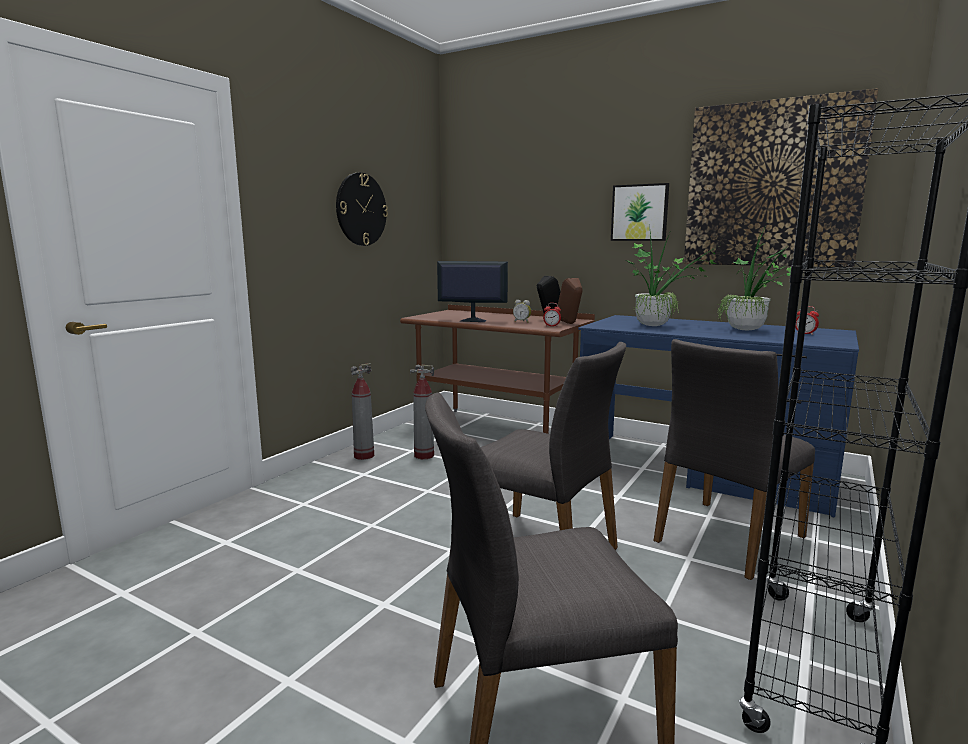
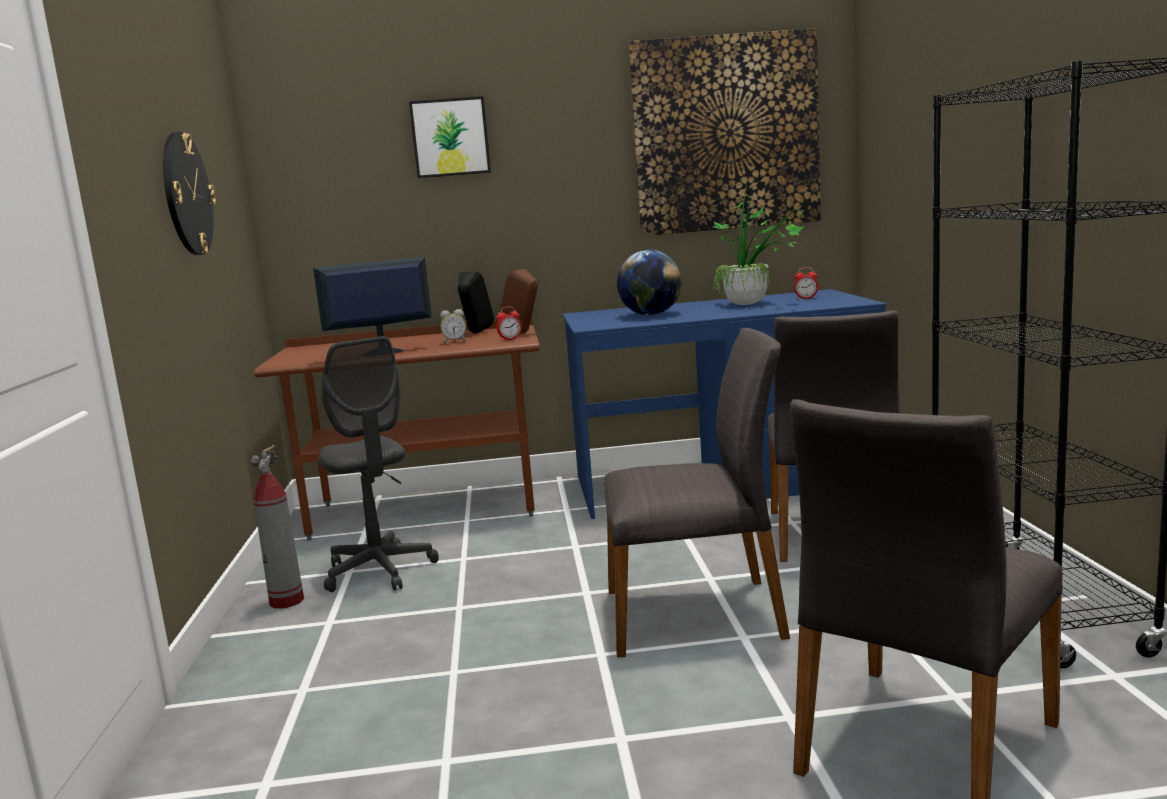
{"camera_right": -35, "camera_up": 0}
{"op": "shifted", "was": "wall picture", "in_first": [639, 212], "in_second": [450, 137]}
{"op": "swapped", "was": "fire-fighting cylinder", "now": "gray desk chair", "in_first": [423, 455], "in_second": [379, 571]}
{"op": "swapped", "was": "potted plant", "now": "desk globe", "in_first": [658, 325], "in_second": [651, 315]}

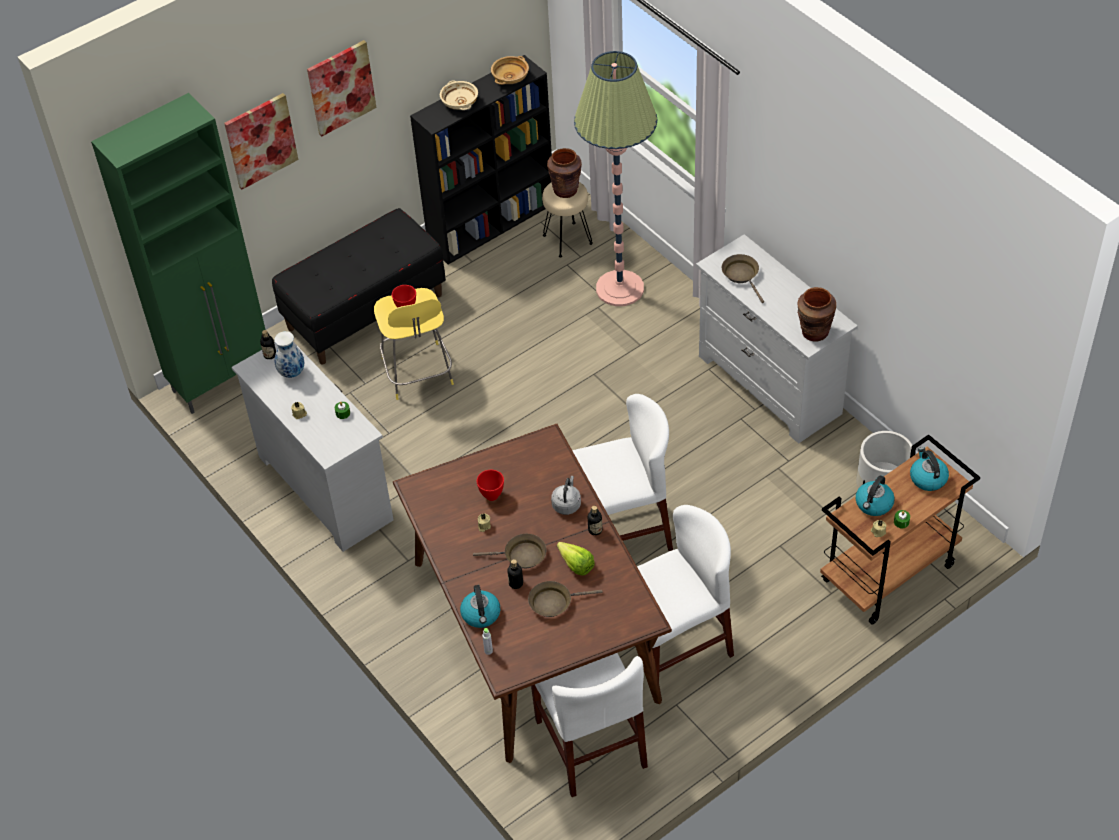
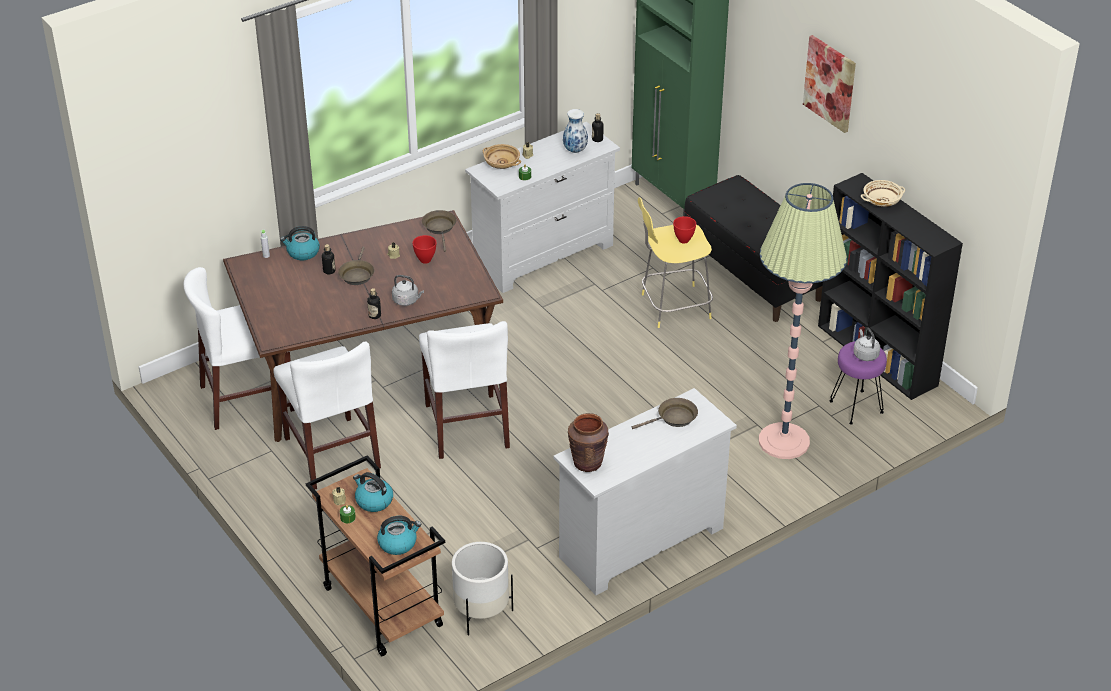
{"camera_right": 90, "camera_up": -10}
{"op": "gone", "was": "wall picture", "in_first": [261, 140]}
{"op": "gone", "was": "lettuce head", "in_first": [574, 563]}
{"op": "shifted", "was": "beige-coloured serving bowl", "in_first": [510, 78], "in_second": [501, 164]}
{"op": "shifted", "was": "brown-coloured pan", "in_first": [554, 602], "in_second": [440, 228]}
{"op": "swapped", "was": "brown-coloured decorative vase", "now": "gray tea kettle", "in_first": [565, 190], "in_second": [865, 354]}
{"op": "repainted", "was": "beige-coloured stool", "now": "purple stool", "in_first": [567, 240], "in_second": [855, 407]}

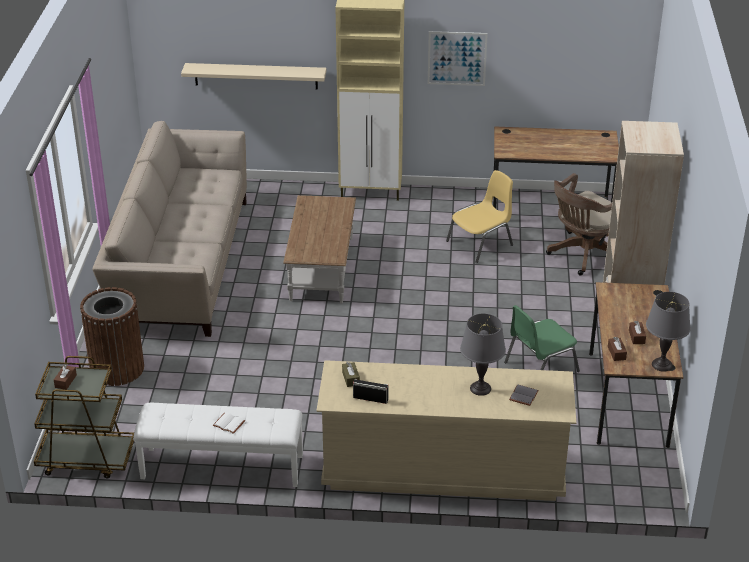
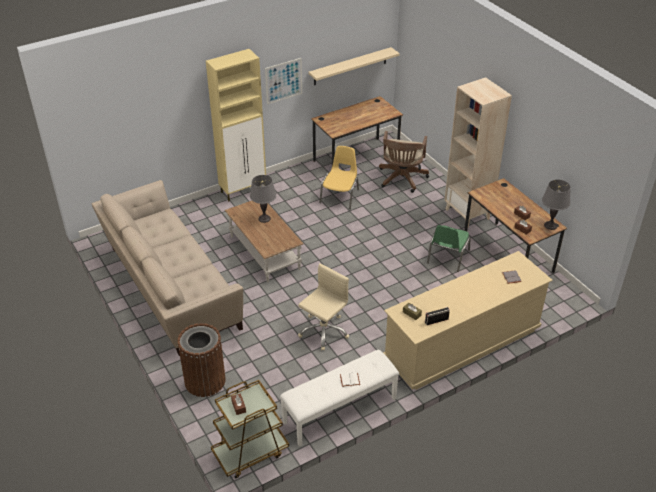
{"camera_right": -35, "camera_up": 5}
{"op": "new", "now": "beige-coloured desk chair", "in_second": [323, 331]}
{"op": "shifted", "was": "beige-coloured wall shelf", "in_first": [256, 76], "in_second": [350, 66]}
{"op": "shifted", "was": "gray tabletop lamp", "in_first": [480, 388], "in_second": [264, 218]}

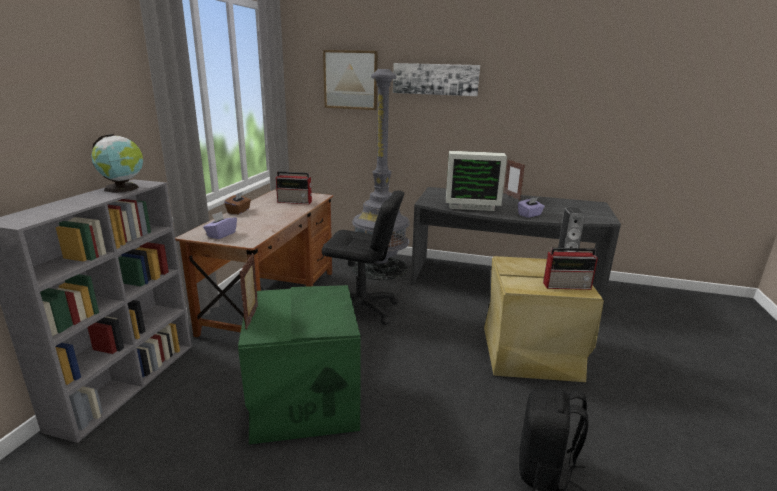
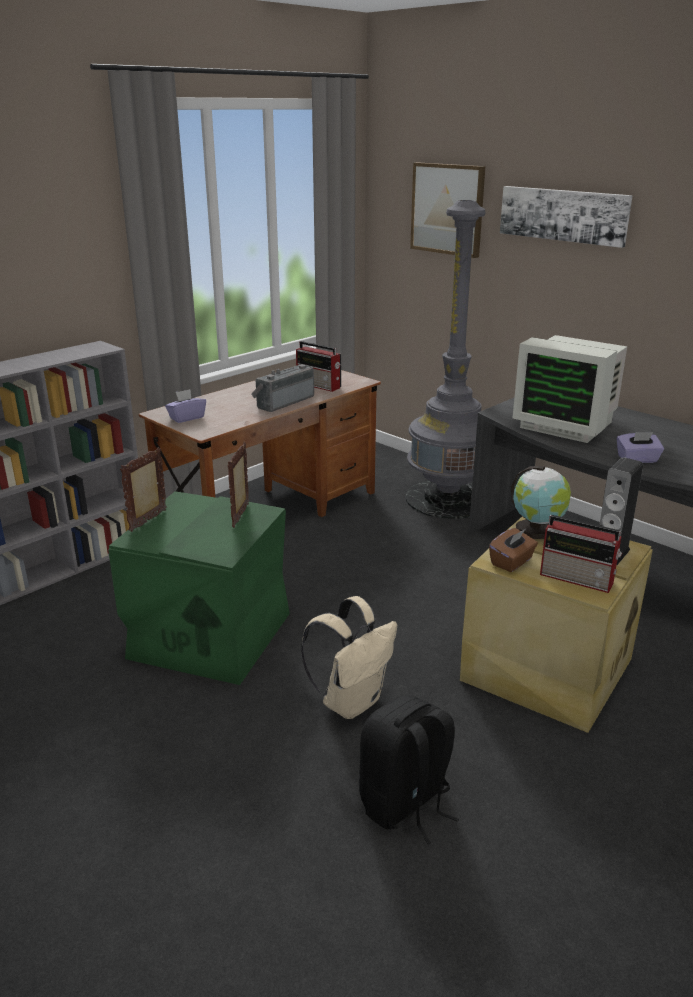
{"camera_right": 30, "camera_up": 5}
{"op": "gone", "was": "black-coloured desk chair", "in_first": [361, 309]}
{"op": "new", "now": "radio set", "in_second": [283, 402]}
{"op": "new", "now": "beige-coloured rucksack", "in_second": [352, 701]}
{"op": "shifted", "was": "desk globe", "in_first": [123, 188], "in_second": [537, 530]}
{"op": "shifted", "was": "brown-coloured box of tissues", "in_first": [239, 211], "in_second": [512, 562]}
{"op": "shifted", "was": "picture frame", "in_first": [511, 196], "in_second": [241, 515]}

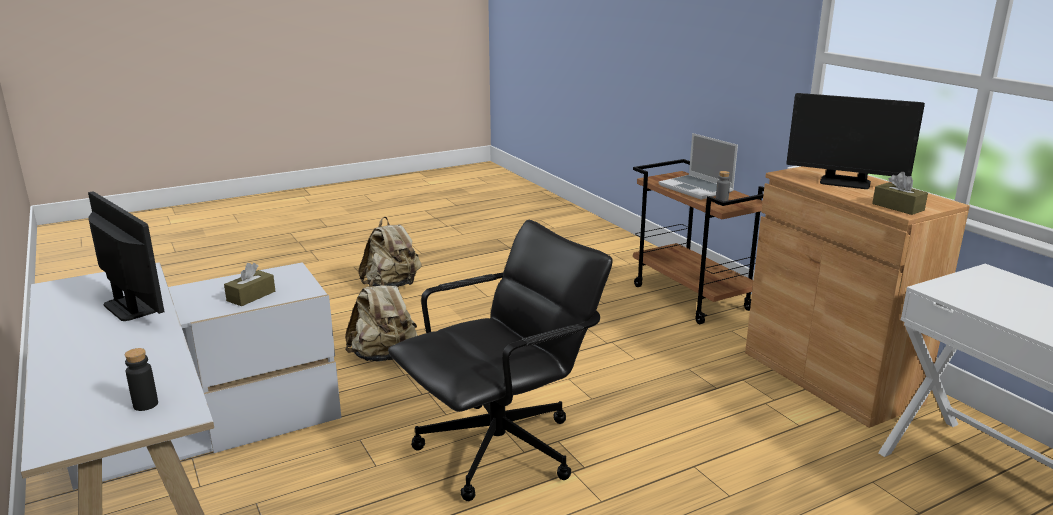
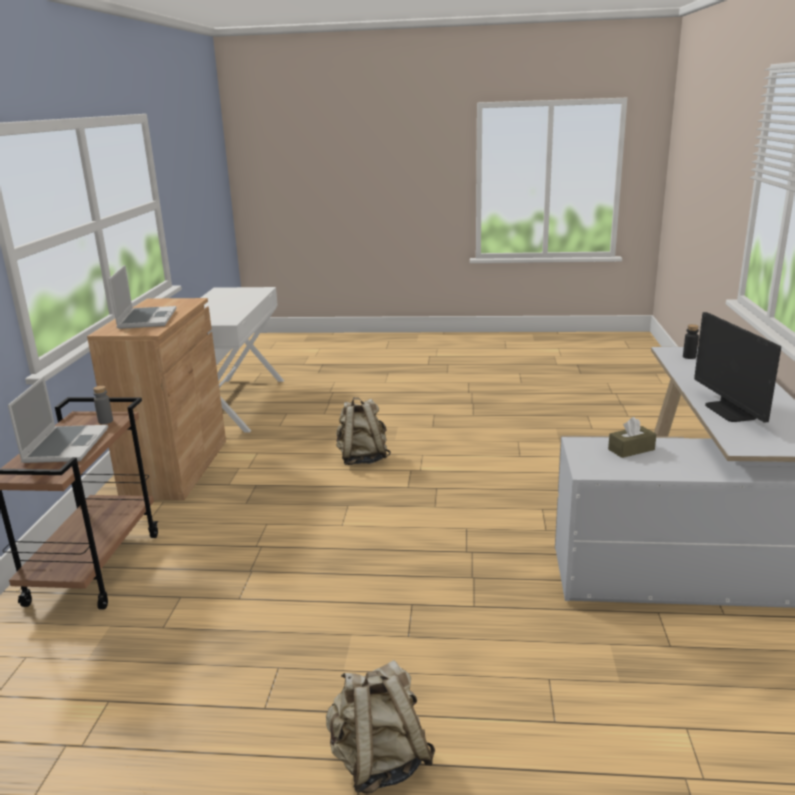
{"camera_right": -145, "camera_up": 0}
{"op": "gone", "was": "black-coloured desk chair", "in_first": [501, 449]}
{"op": "gone", "was": "brown-coloured box of tissues", "in_first": [898, 207]}
{"op": "shifted", "was": "beige-coloured rucksack", "in_first": [384, 356], "in_second": [362, 459]}
{"op": "swapped", "was": "computer display", "now": "laptop", "in_first": [845, 182], "in_second": [146, 319]}

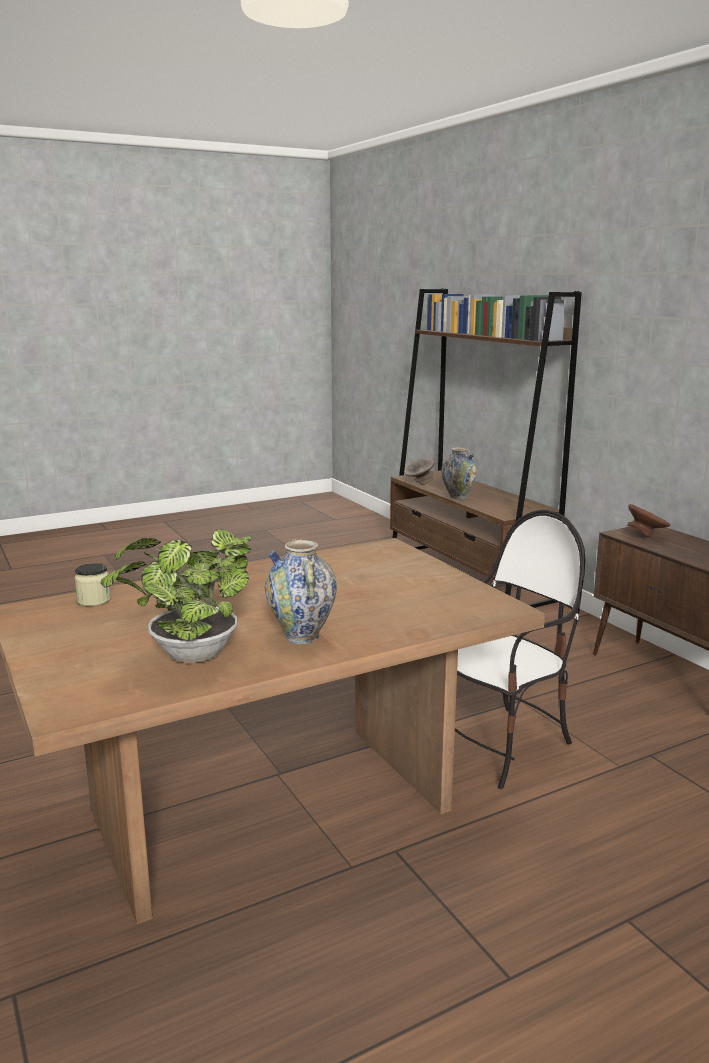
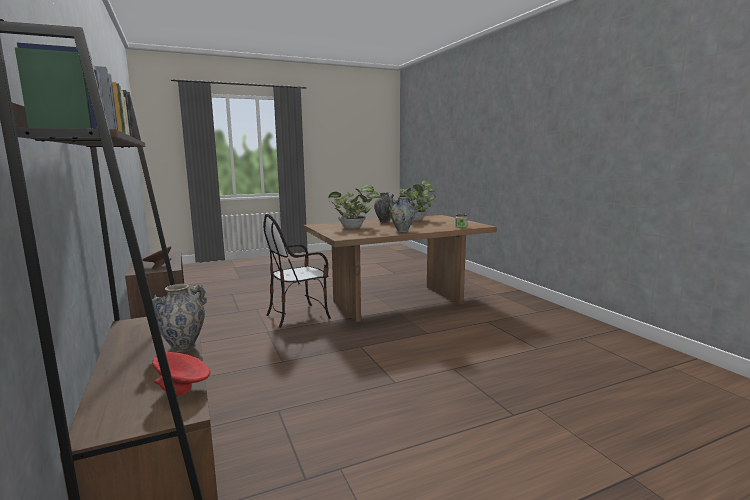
{"camera_right": -175, "camera_up": -5}
{"op": "new", "now": "potted plant", "in_second": [354, 228]}
{"op": "new", "now": "decorative vase", "in_second": [402, 231]}
{"op": "repainted", "was": "gray serving bowl", "now": "reddish serving bowl", "in_first": [419, 482], "in_second": [184, 391]}

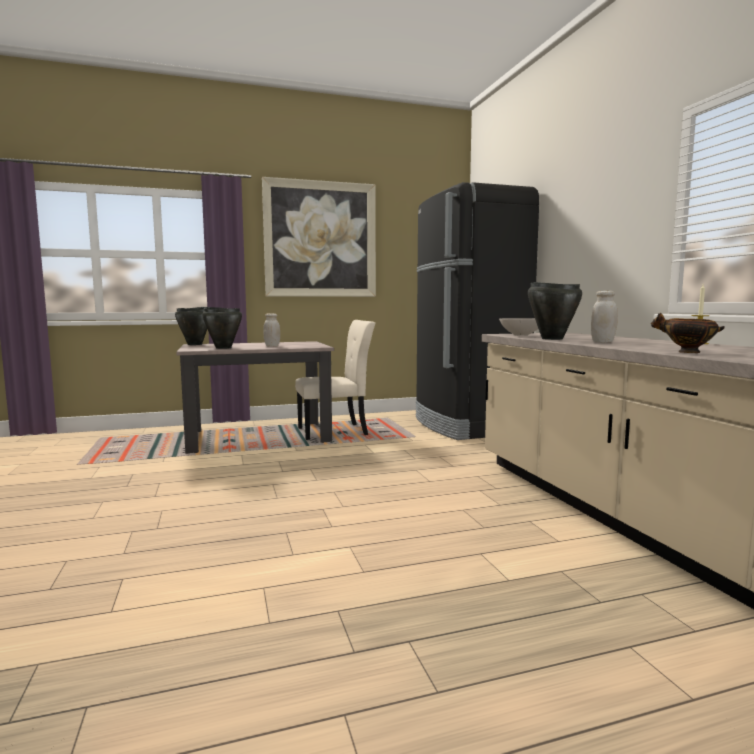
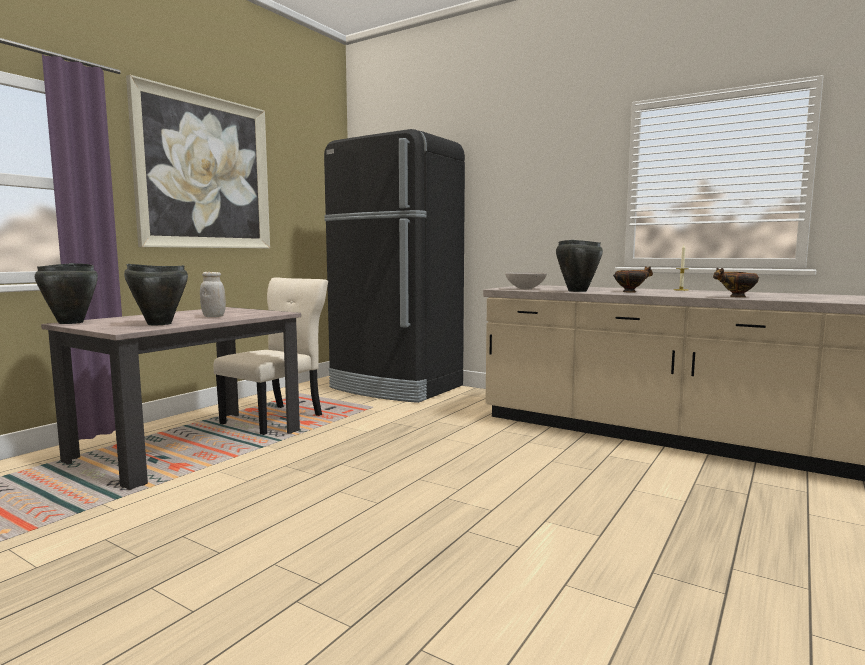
{"camera_right": -40, "camera_up": 0}
{"op": "swapped", "was": "white-coloured jar", "now": "serving bowl", "in_first": [603, 342], "in_second": [630, 292]}

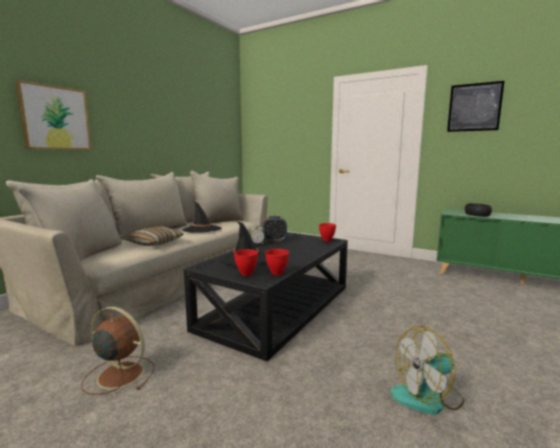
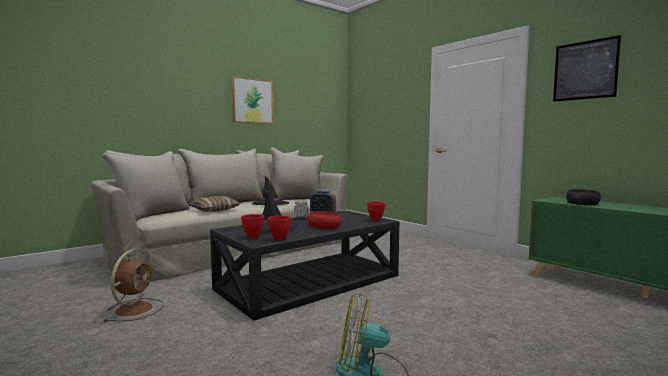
{"camera_right": 20, "camera_up": -5}
{"op": "new", "now": "reddish serving bowl", "in_second": [323, 225]}
{"op": "shifted", "was": "wall picture", "in_first": [56, 118], "in_second": [252, 101]}
{"op": "rotated", "was": "brown-coloured cooling fan", "in_first": [119, 374], "in_second": [135, 309], "clockwise": 60}

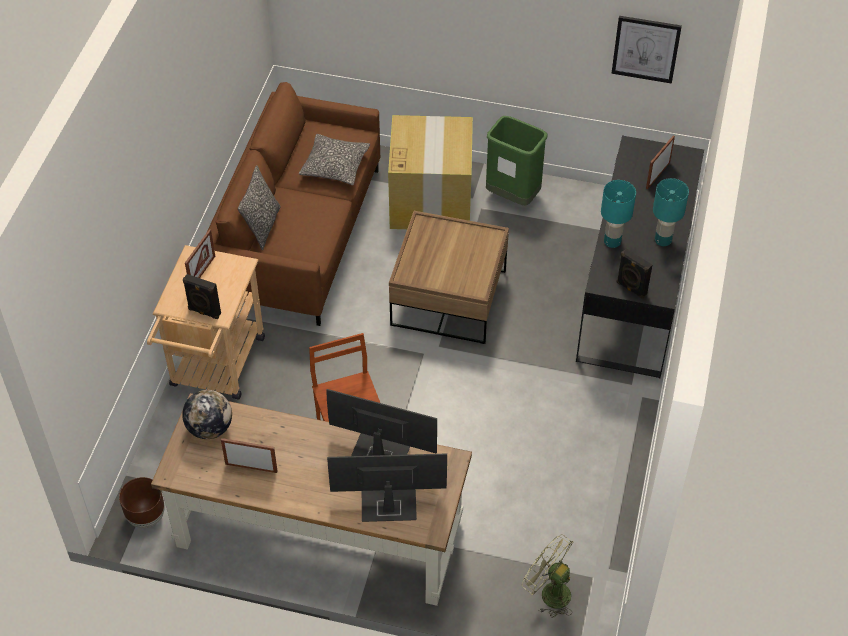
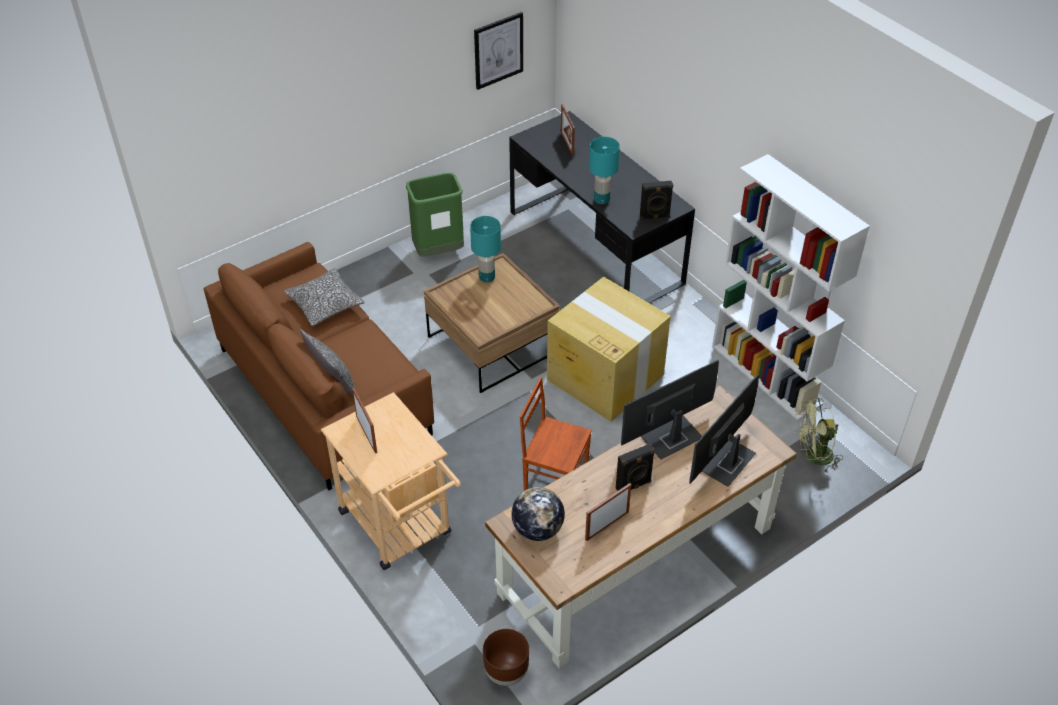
{"camera_right": -50, "camera_up": -5}
{"op": "new", "now": "white-coloured bookcase", "in_second": [767, 375]}
{"op": "shifted", "was": "black-coloured speaker", "in_first": [204, 312], "in_second": [634, 486]}
{"op": "shifted", "was": "packing box", "in_first": [430, 199], "in_second": [604, 376]}
{"op": "shifted", "was": "turquoise-coloured tabletop lamp", "in_first": [663, 240], "in_second": [487, 277]}

